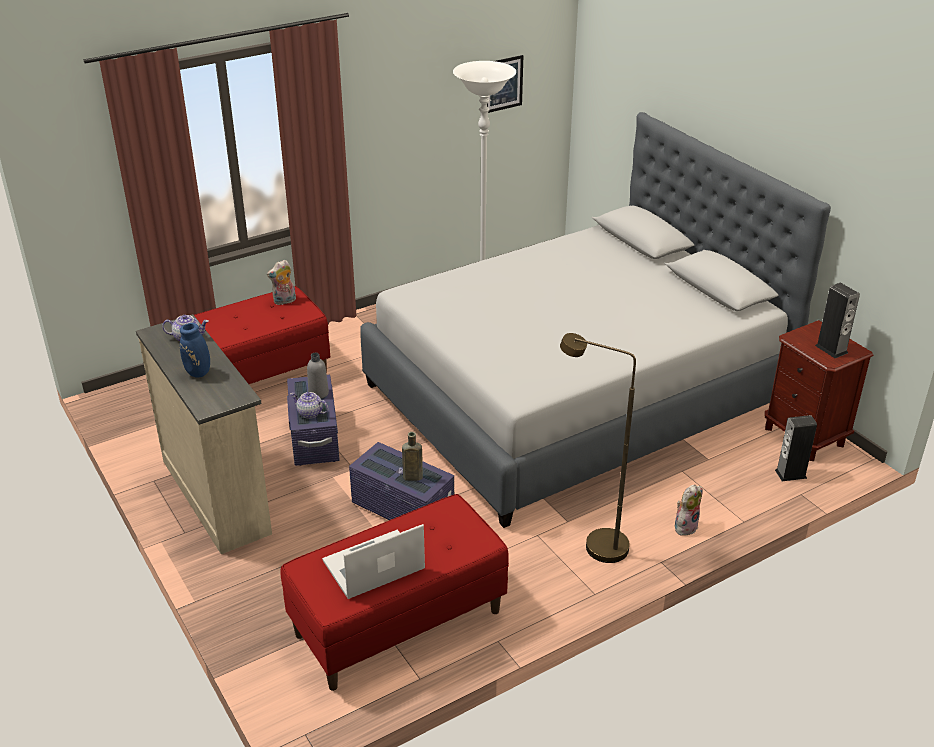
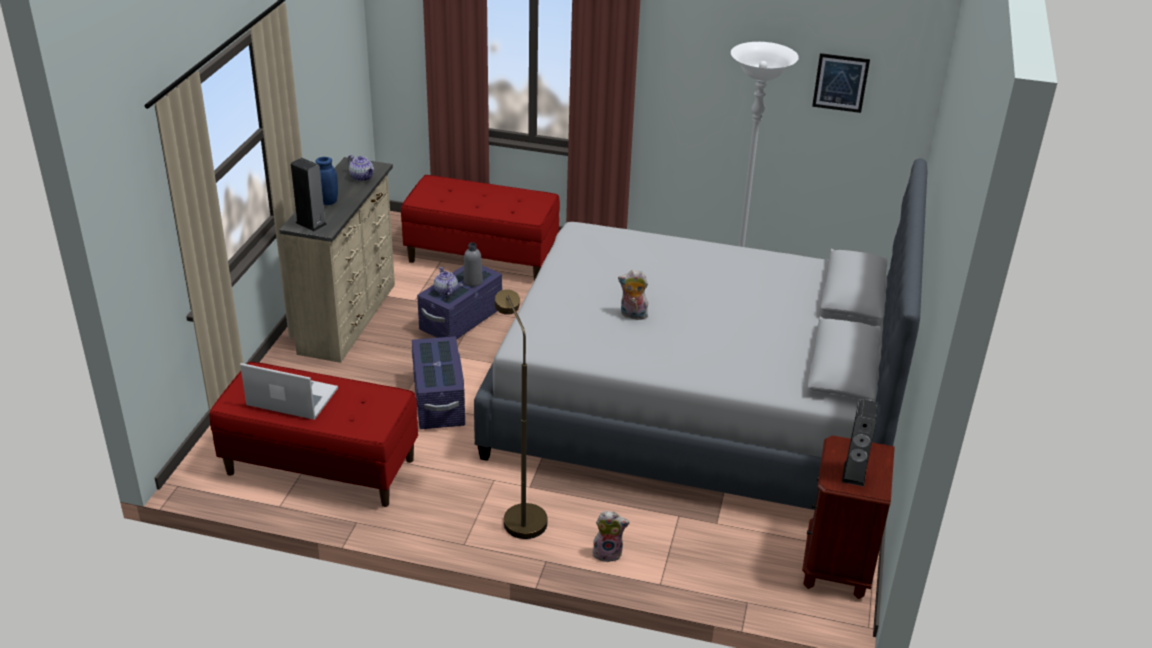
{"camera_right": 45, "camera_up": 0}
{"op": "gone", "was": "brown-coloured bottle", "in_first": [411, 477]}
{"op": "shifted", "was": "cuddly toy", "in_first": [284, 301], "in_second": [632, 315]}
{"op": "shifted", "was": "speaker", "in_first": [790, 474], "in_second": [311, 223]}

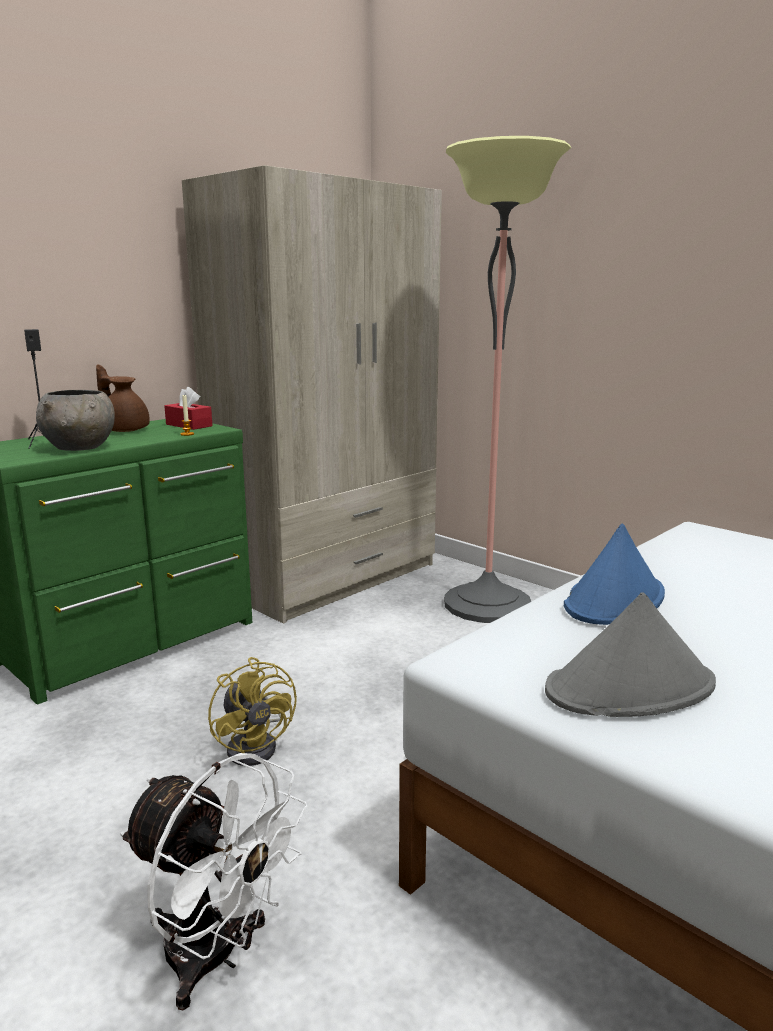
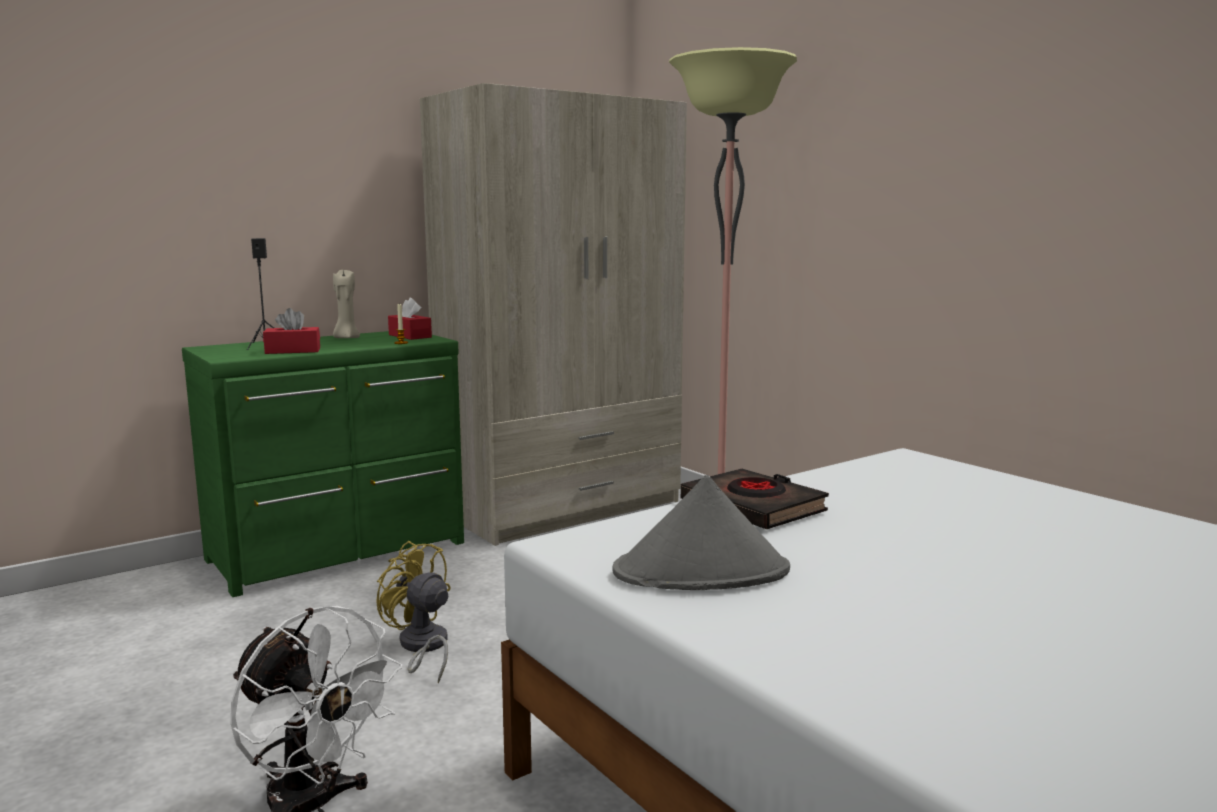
{"camera_right": 10, "camera_up": -5}
{"op": "swapped", "was": "gray serving bowl", "now": "reddish box of tissues", "in_first": [80, 448], "in_second": [293, 351]}
{"op": "swapped", "was": "brown-coloured pot for tea", "now": "beige-coloured candle", "in_first": [125, 430], "in_second": [346, 338]}
{"op": "swapped", "was": "blue-coloured hat", "now": "black-coloured volume", "in_first": [614, 600], "in_second": [753, 507]}
{"op": "rotated", "was": "yellowish cooling fan", "in_first": [257, 745], "in_second": [422, 647], "clockwise": 150}

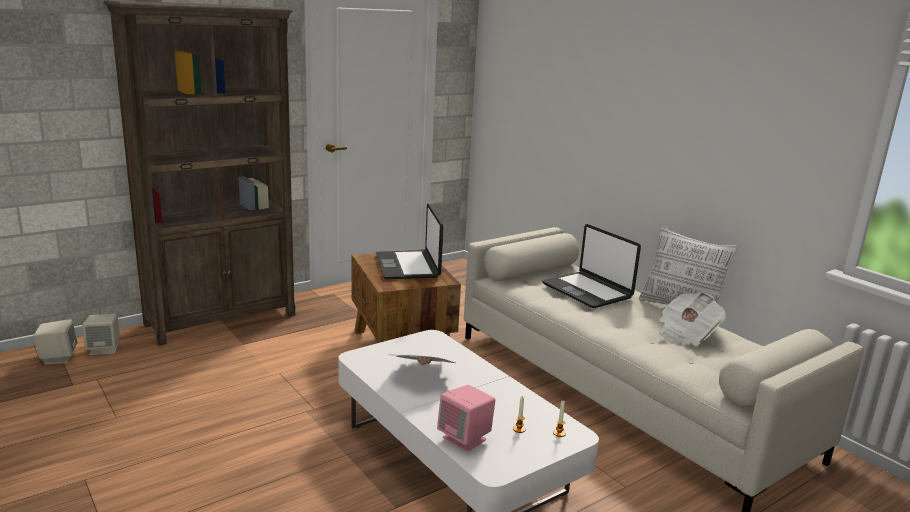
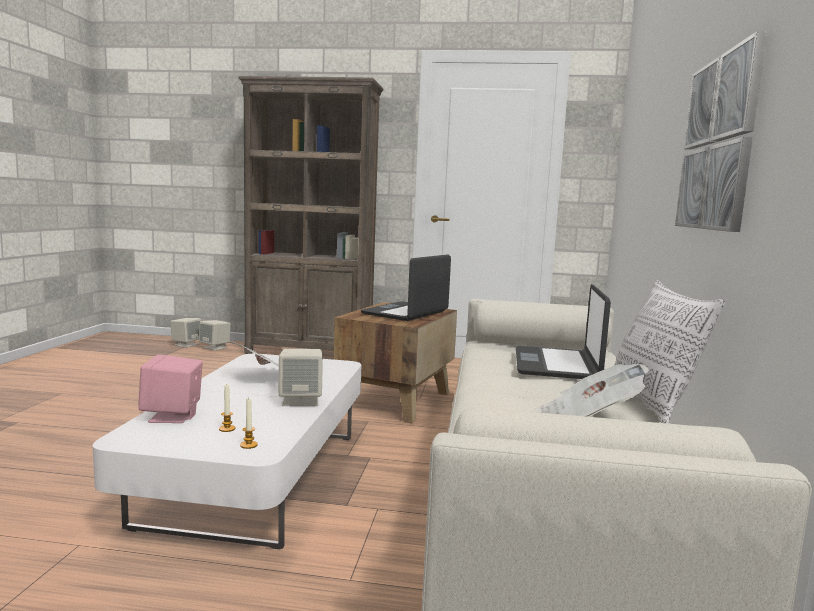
{"camera_right": 45, "camera_up": -10}
{"op": "new", "now": "beige-coloured speaker", "in_second": [301, 400]}
{"op": "new", "now": "wall picture", "in_second": [717, 144]}

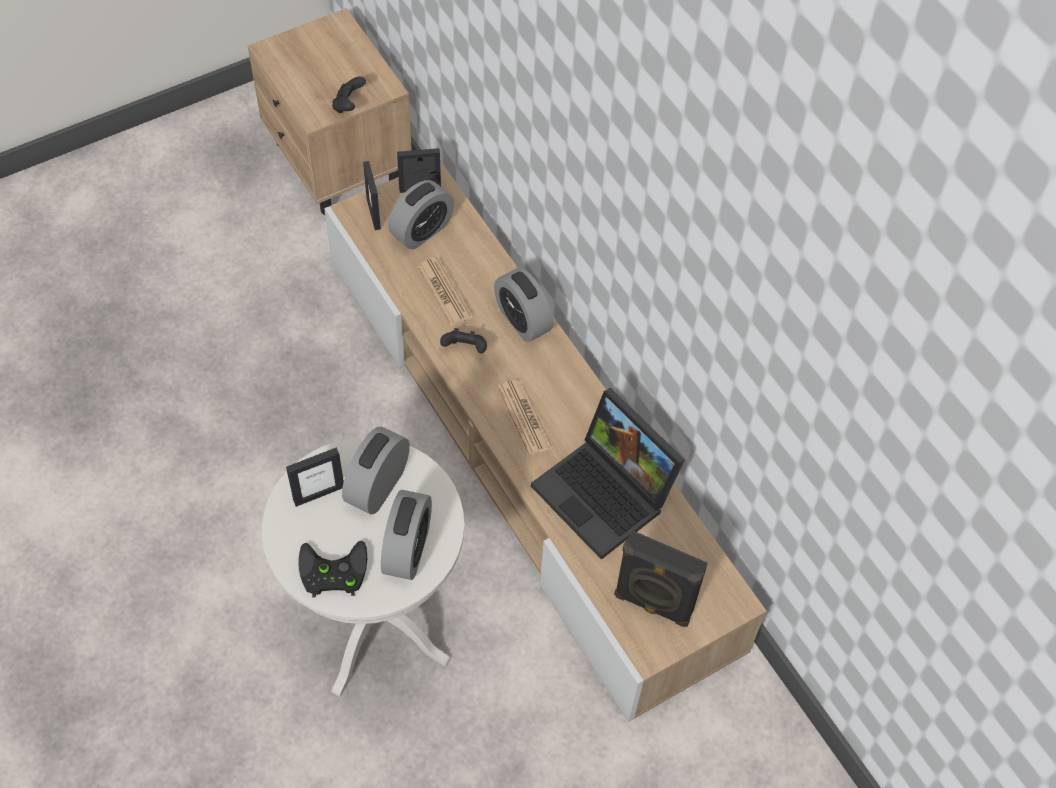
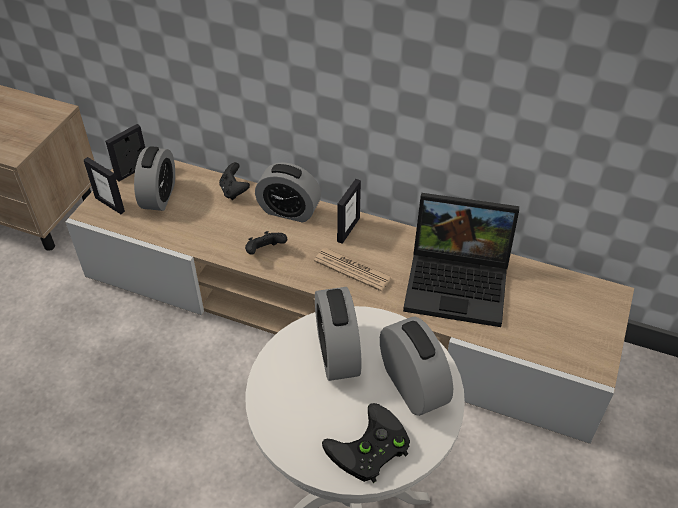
{"camera_right": -35, "camera_up": -10}
{"op": "gone", "was": "daily paper", "in_first": [445, 292]}
{"op": "gone", "was": "black-coloured speaker", "in_first": [652, 605]}
{"op": "shifted", "was": "picture frame", "in_first": [318, 493], "in_second": [348, 230]}
{"op": "shifted", "was": "black-coloured game controller", "in_first": [348, 105], "in_second": [234, 191]}

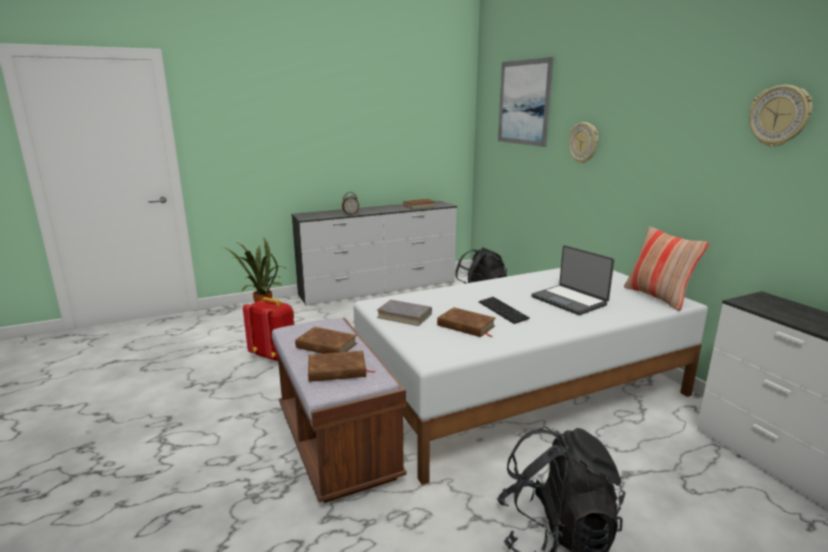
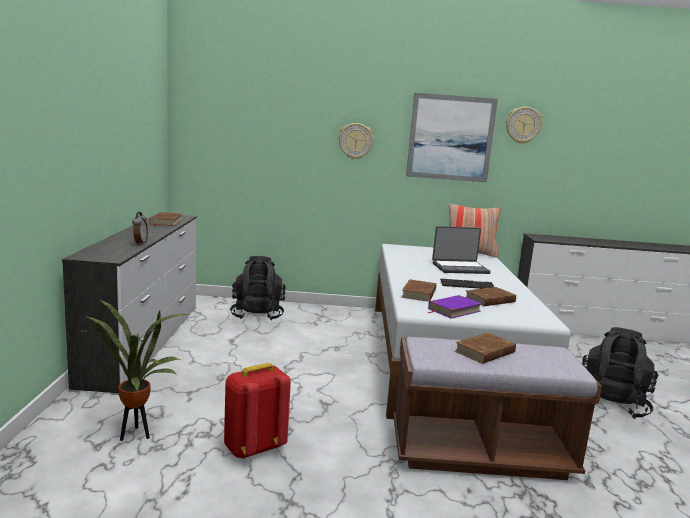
{"camera_right": -65, "camera_up": -5}
{"op": "shifted", "was": "brown-coloured volume", "in_first": [337, 370], "in_second": [419, 294]}
{"op": "shifted", "was": "wall picture", "in_first": [524, 102], "in_second": [450, 138]}
{"op": "repainted", "was": "gray volume", "now": "purple volume", "in_first": [404, 316], "in_second": [454, 310]}

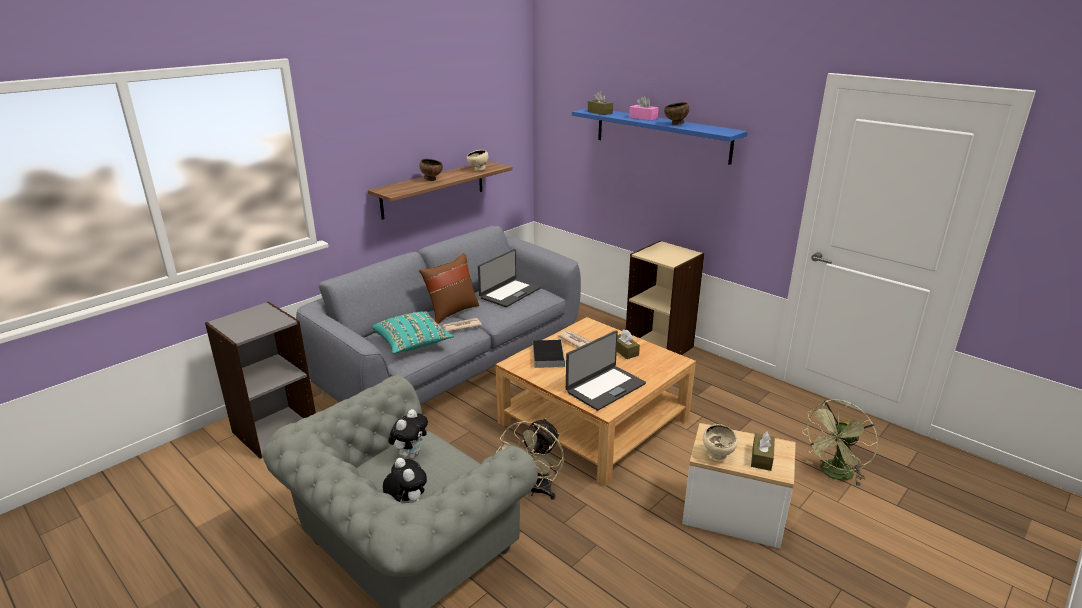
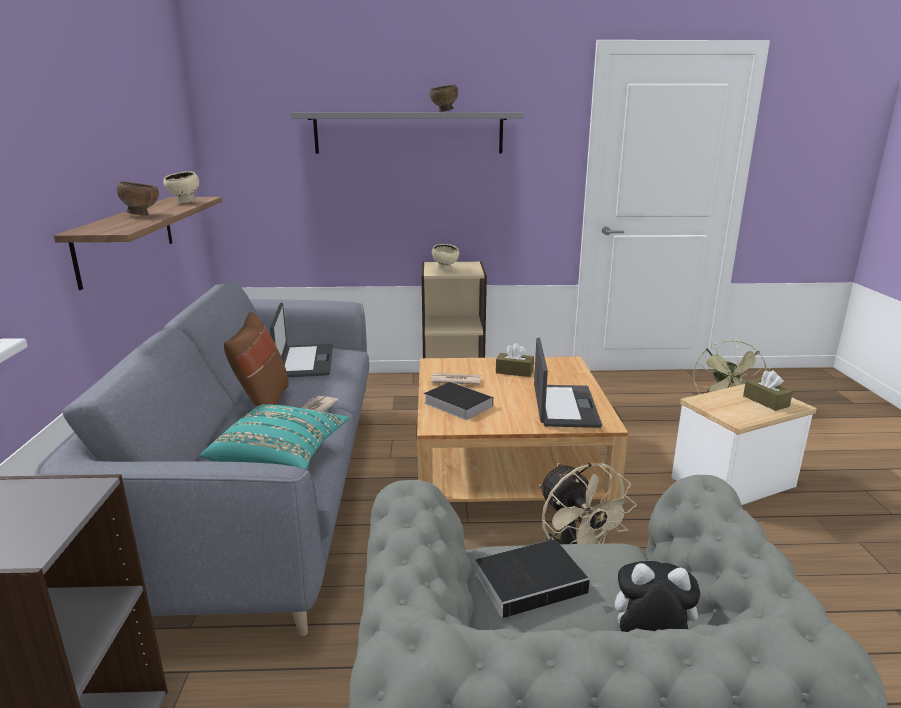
{"camera_right": -45, "camera_up": -5}
{"op": "gone", "was": "brown-coloured box of tissues", "in_first": [600, 112]}
{"op": "gone", "was": "pink box of tissues", "in_first": [643, 118]}
{"op": "shifted", "was": "beige-coloured serving bowl", "in_first": [718, 456], "in_second": [446, 269]}
{"op": "swapped", "was": "cuddly toy", "now": "volume", "in_first": [410, 454], "in_second": [533, 581]}
{"op": "repainted", "was": "blue-coloured wall shelf", "now": "gray wall shelf", "in_first": [661, 134], "in_second": [408, 133]}

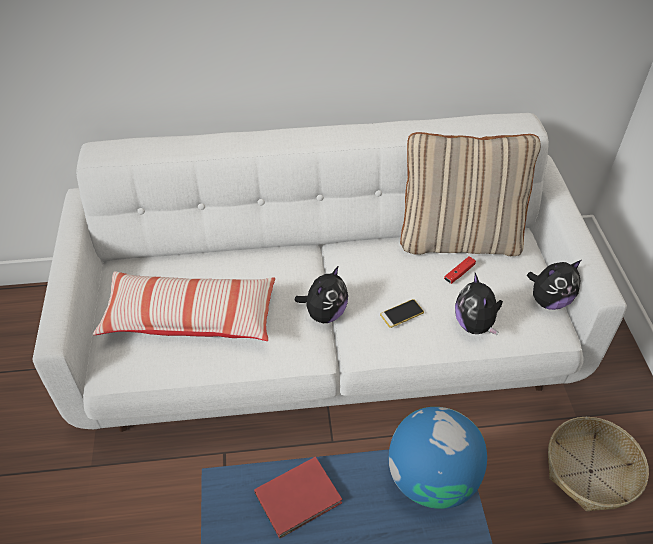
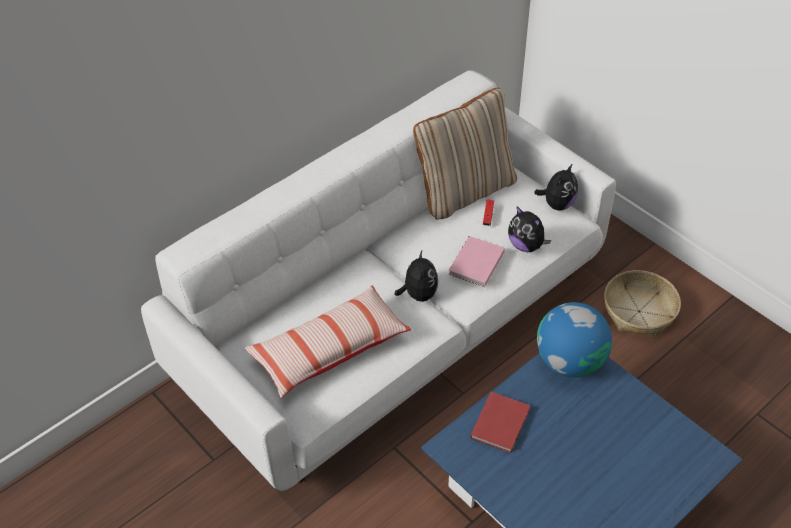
{"camera_right": -35, "camera_up": 0}
{"op": "swapped", "was": "phone", "now": "pink volume", "in_first": [402, 313], "in_second": [475, 264]}

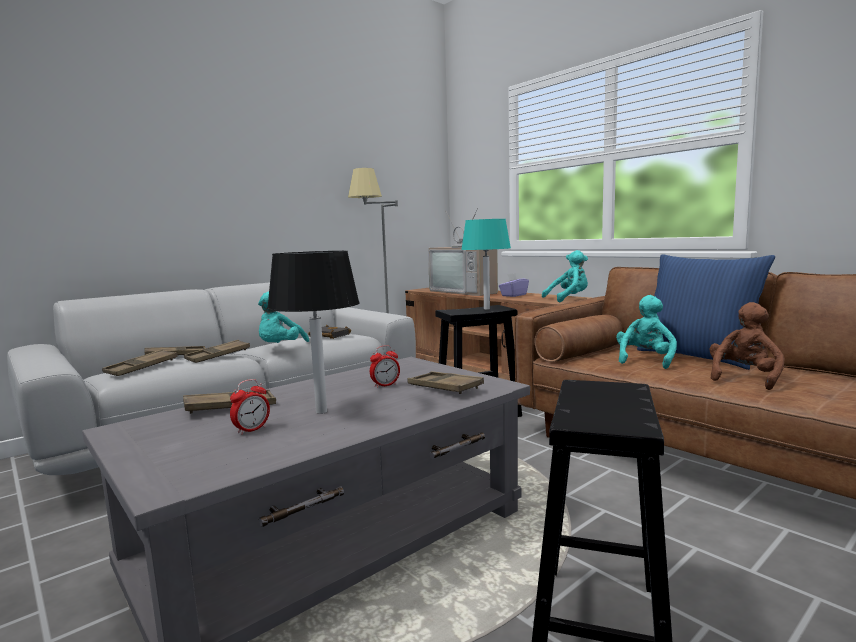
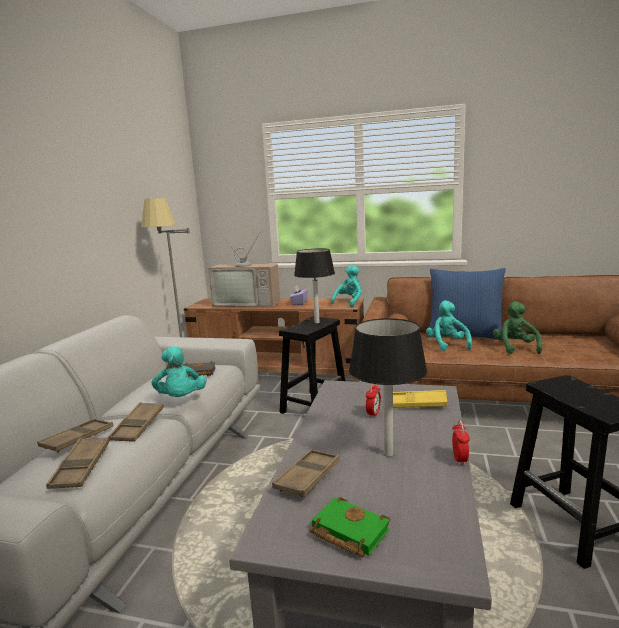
{"camera_right": -35, "camera_up": 5}
{"op": "new", "now": "green volume", "in_second": [347, 532]}
{"op": "shifted", "was": "bedside clock", "in_first": [251, 430], "in_second": [459, 460]}
{"op": "repainted", "was": "brown-coloured tray", "now": "yellowish tray", "in_first": [444, 388], "in_second": [415, 404]}
{"op": "repainted", "was": "turquoise-coloured tabletop lamp", "now": "black-coloured tabletop lamp", "in_first": [486, 309], "in_second": [316, 322]}
{"op": "repainted", "was": "brown-coloured cuddly toy", "now": "green cuddly toy", "in_first": [744, 378], "in_second": [515, 348]}

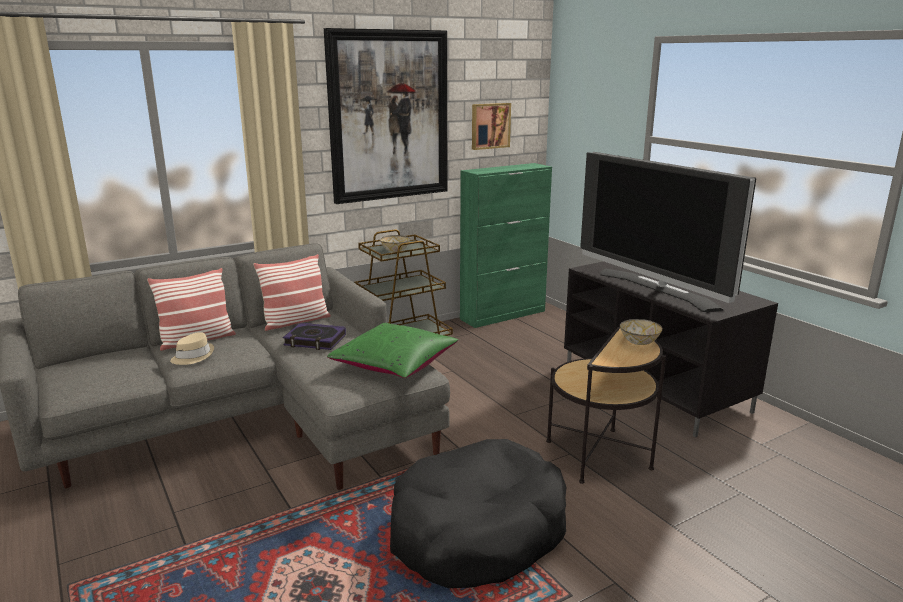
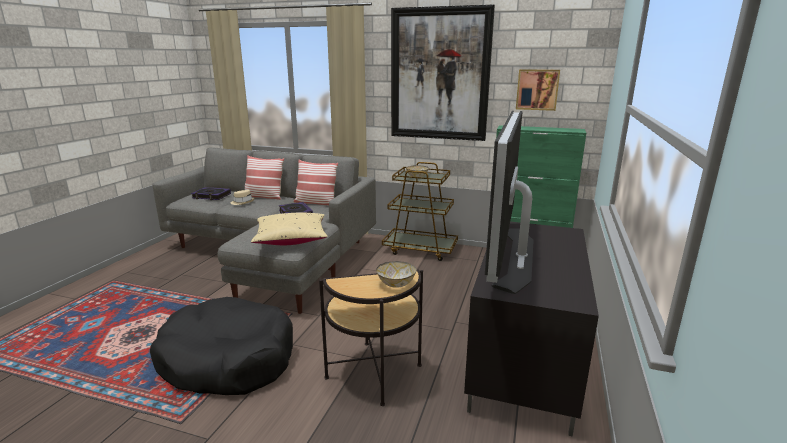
{"camera_right": 50, "camera_up": 0}
{"op": "new", "now": "volume", "in_second": [211, 196]}
{"op": "repainted", "was": "green throw pillow", "now": "beige-coloured throw pillow", "in_first": [394, 364], "in_second": [291, 239]}

